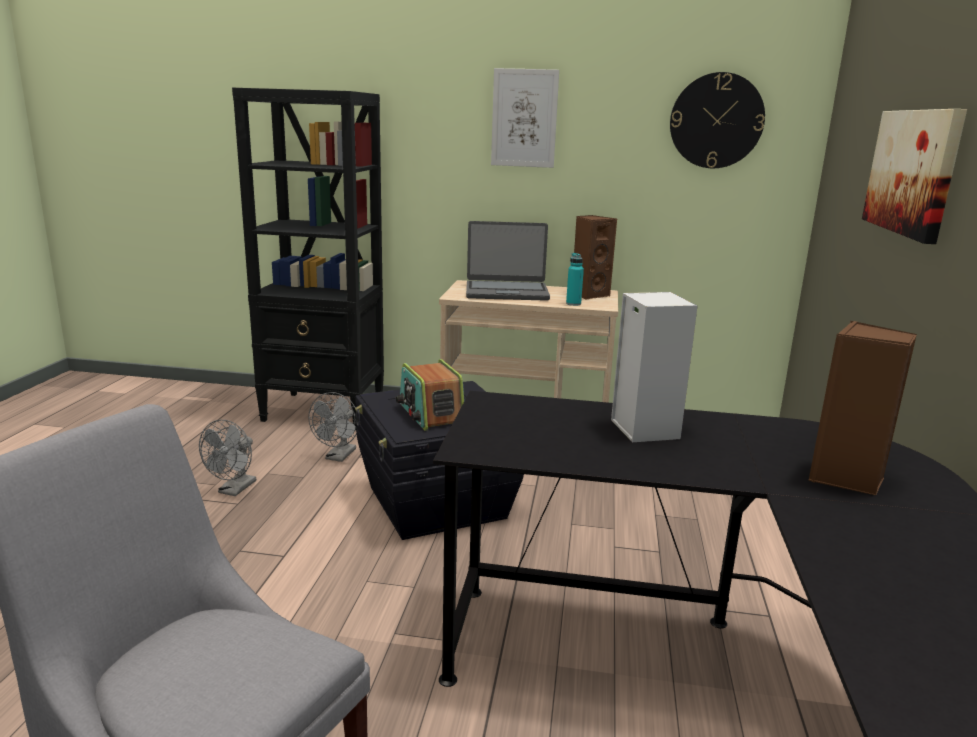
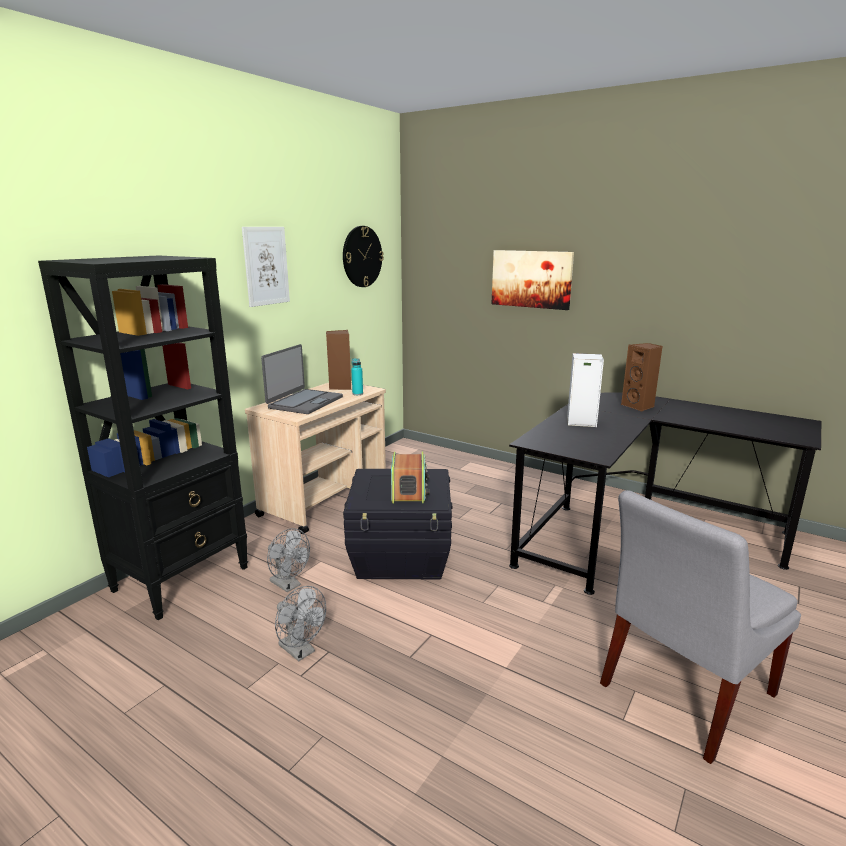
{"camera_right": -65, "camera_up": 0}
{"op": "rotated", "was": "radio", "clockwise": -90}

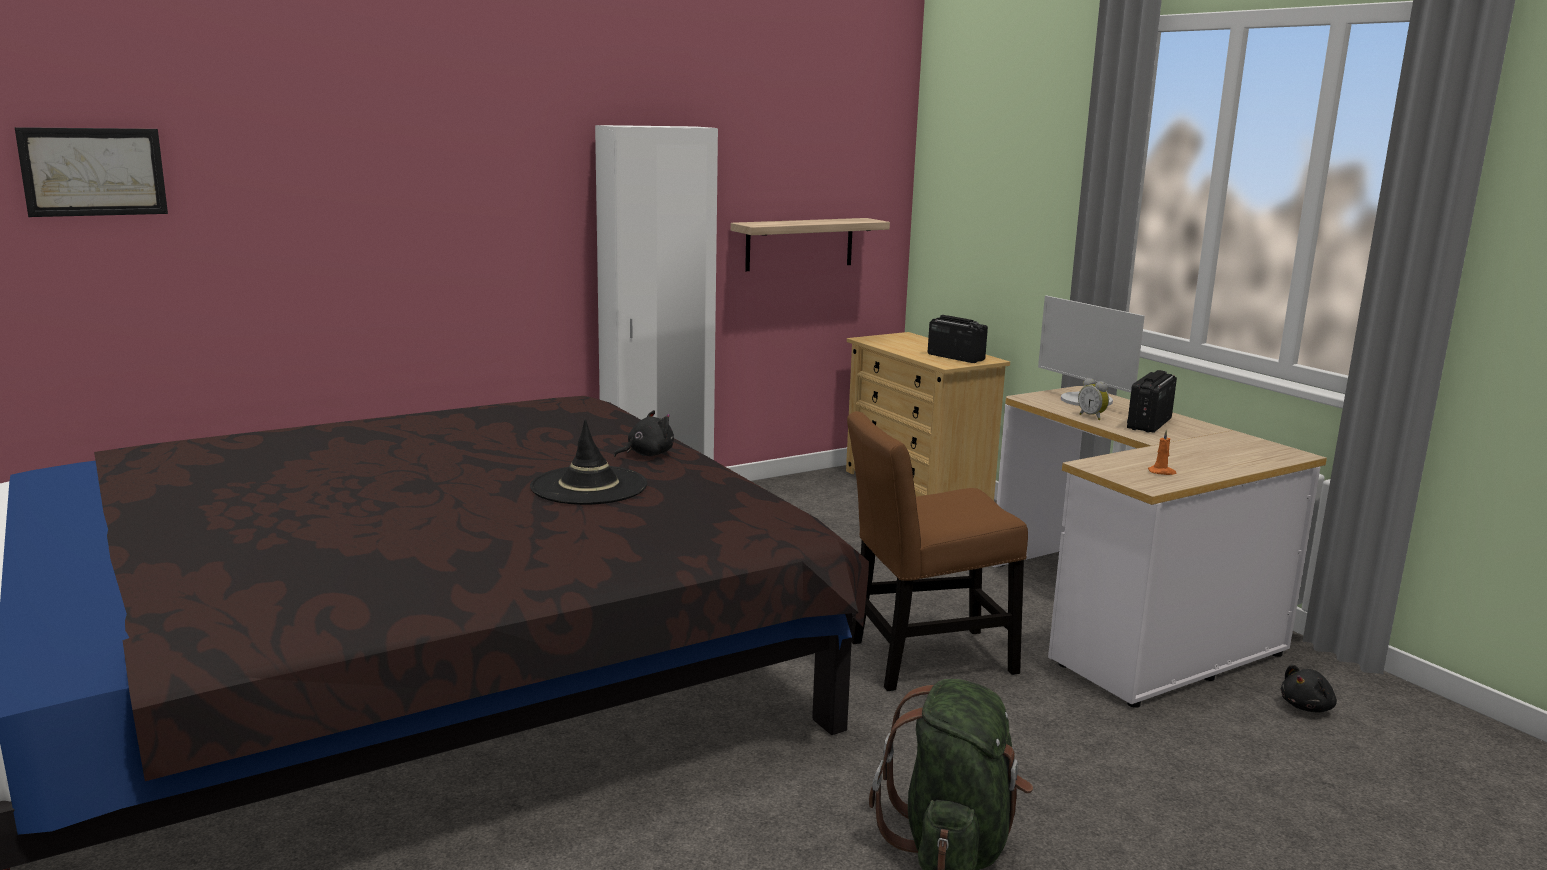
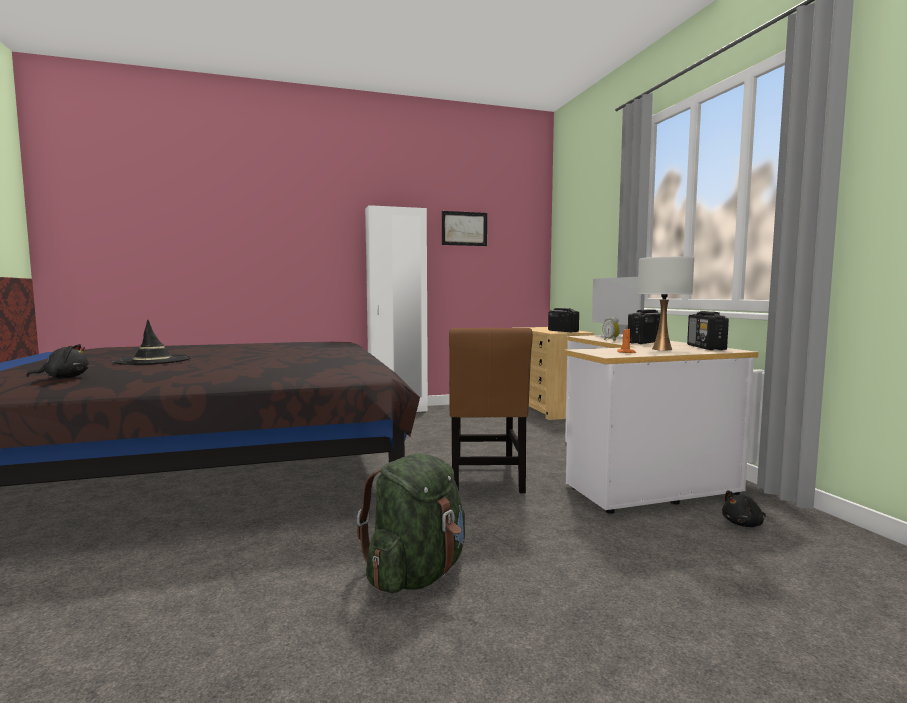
{"camera_right": 15, "camera_up": -10}
{"op": "gone", "was": "półka"}
{"op": "new", "now": "lampa stołowa [biały]"}
{"op": "new", "now": "radio (no. 3 from left)"}
{"op": "shifted", "was": "obraz"}
{"op": "shifted", "was": "kapelusz [czarny]"}
{"op": "shifted", "was": "pluszak [czarny] (no. 1 from left)"}
{"op": "rotated", "was": "krzesło [brązowy]", "clockwise": -90}

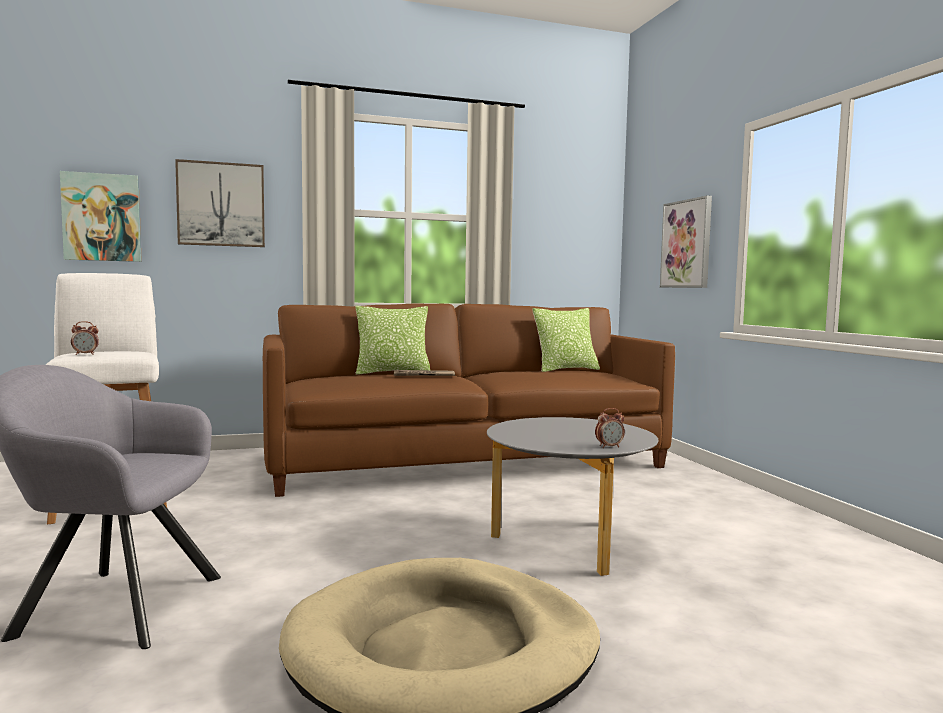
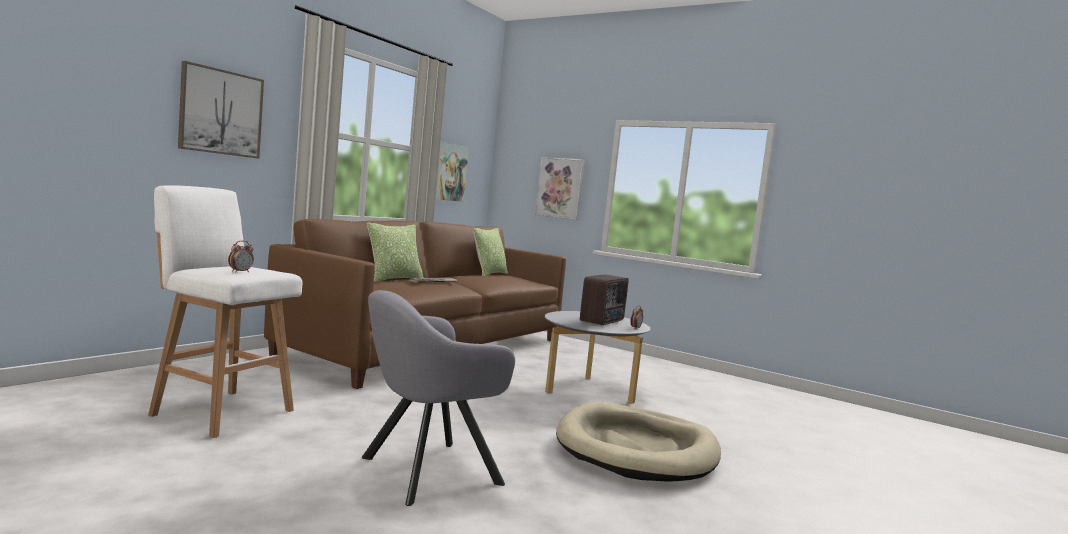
{"camera_right": -40, "camera_up": 0}
{"op": "new", "now": "radio"}
{"op": "shifted", "was": "obraz (no. 1 from left in the first image)", "now": "obraz (no. 2 from left)"}

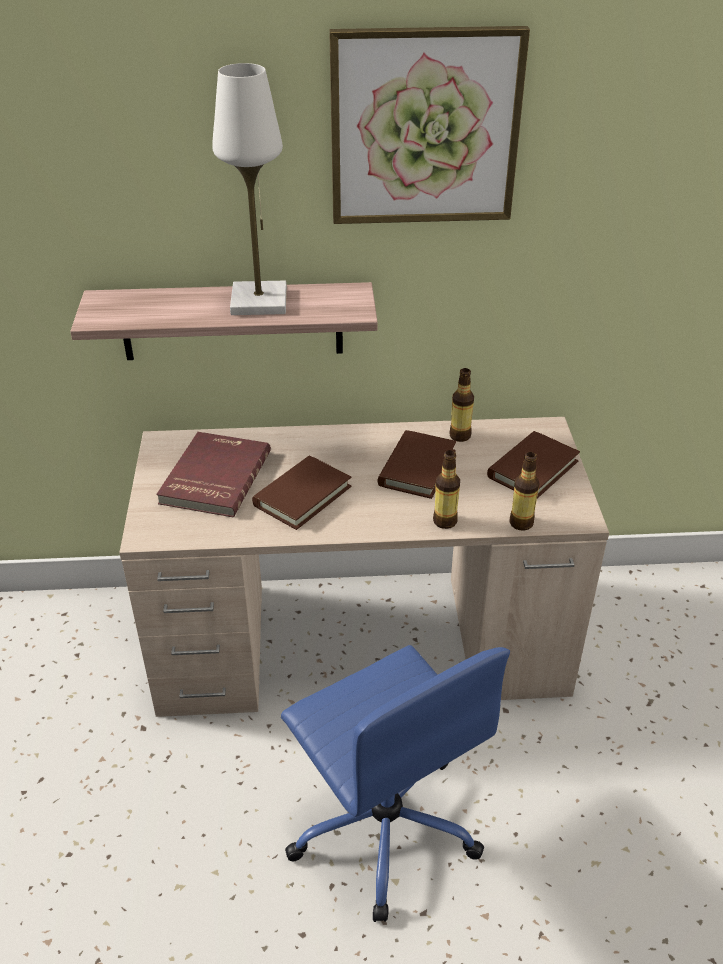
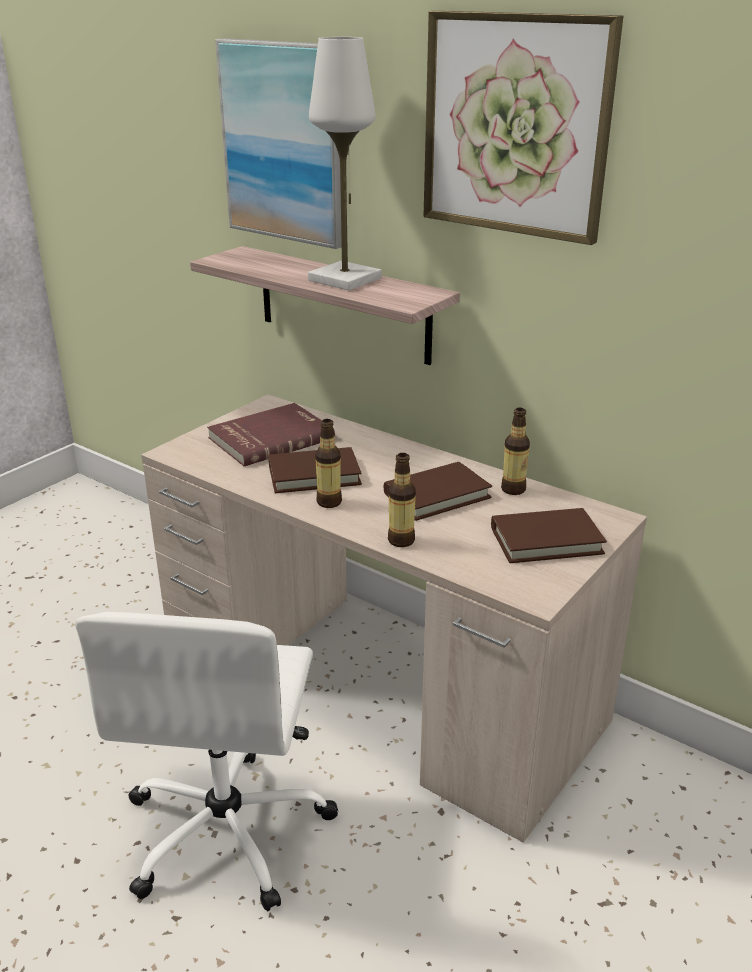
{"camera_right": 40, "camera_up": -10}
{"op": "new", "now": "obraz (no. 1 from left)"}
{"op": "shifted", "was": "butelka (no. 3 from left in the first image)", "now": "butelka (no. 1 from left)"}
{"op": "repainted", "was": "krzesło biurowe [niebieski]", "now": "krzesło biurowe [biały]"}

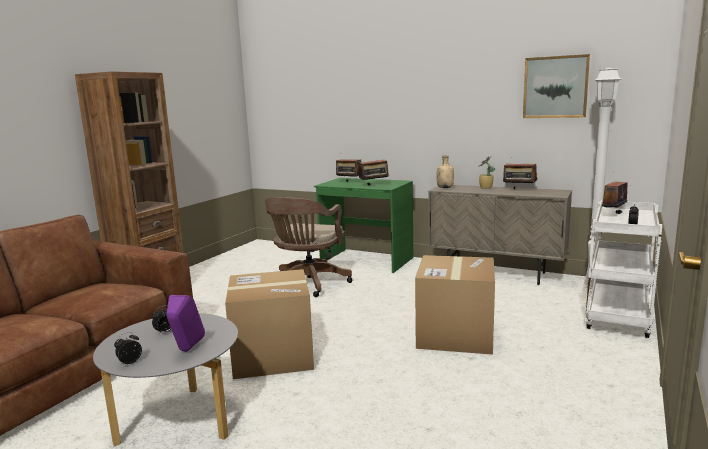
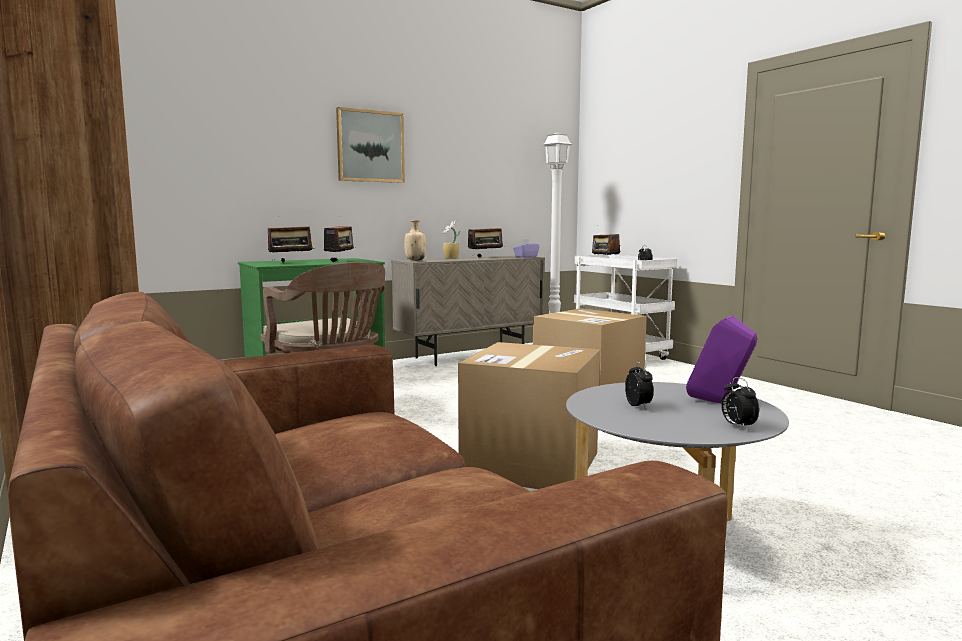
{"camera_right": -60, "camera_up": -5}
{"op": "new", "now": "pudełko chusteczek [fioletowy]"}
{"op": "shifted", "was": "obraz"}

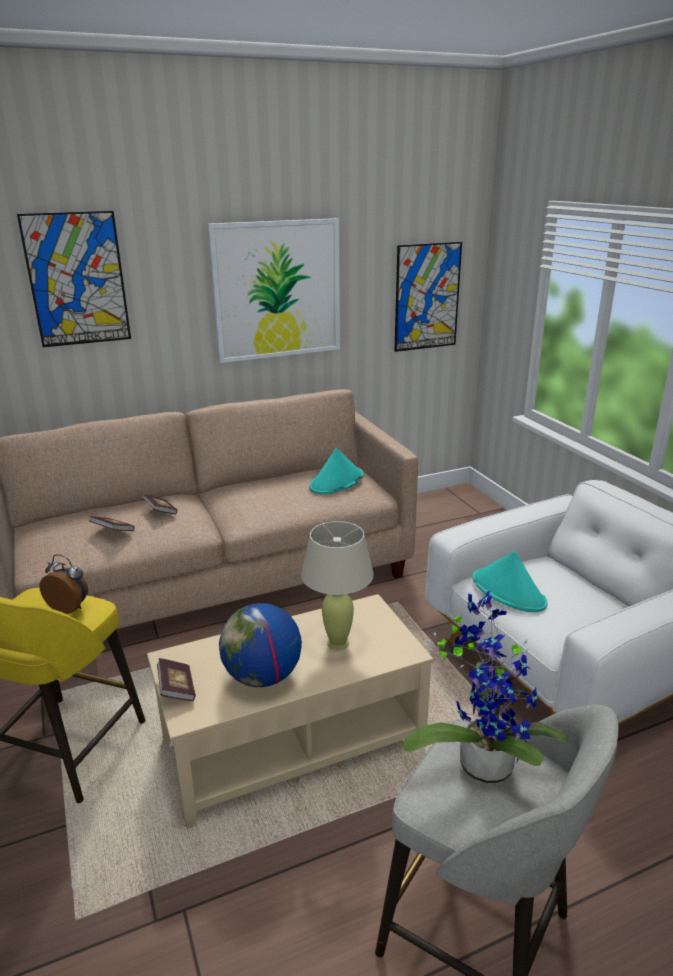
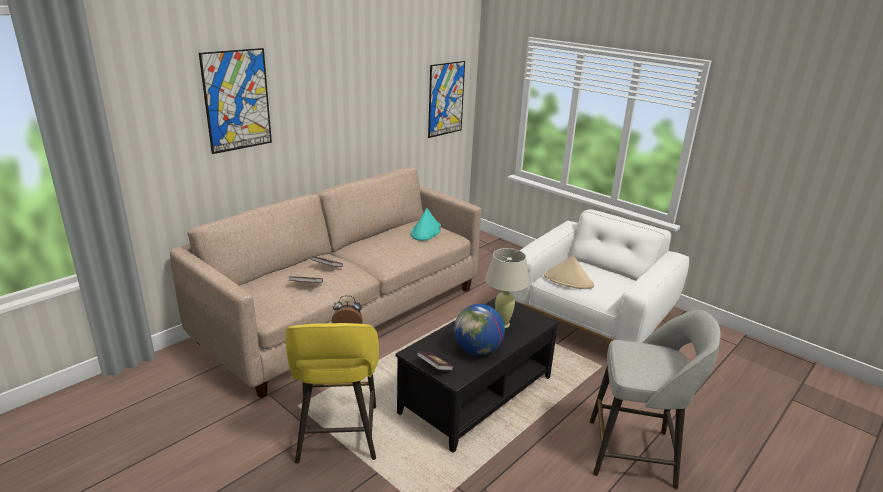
{"camera_right": -25, "camera_up": 0}
{"op": "gone", "was": "obraz (no. 2 from left)"}
{"op": "gone", "was": "roślina doniczkowa"}
{"op": "repainted", "was": "ława [beżowy]", "now": "ława [czarny]"}
{"op": "repainted", "was": "kapelusz [turkusowy] (no. 2 from left)", "now": "kapelusz [beżowy]"}

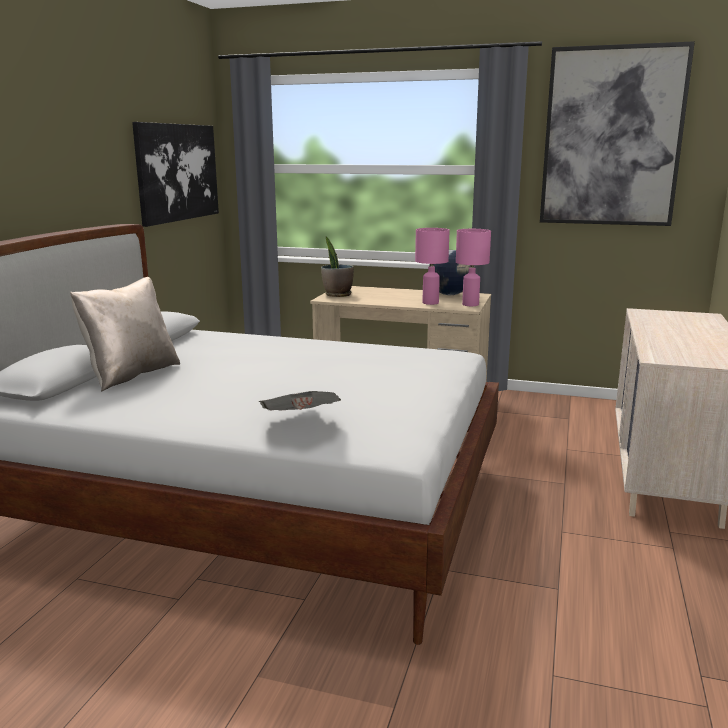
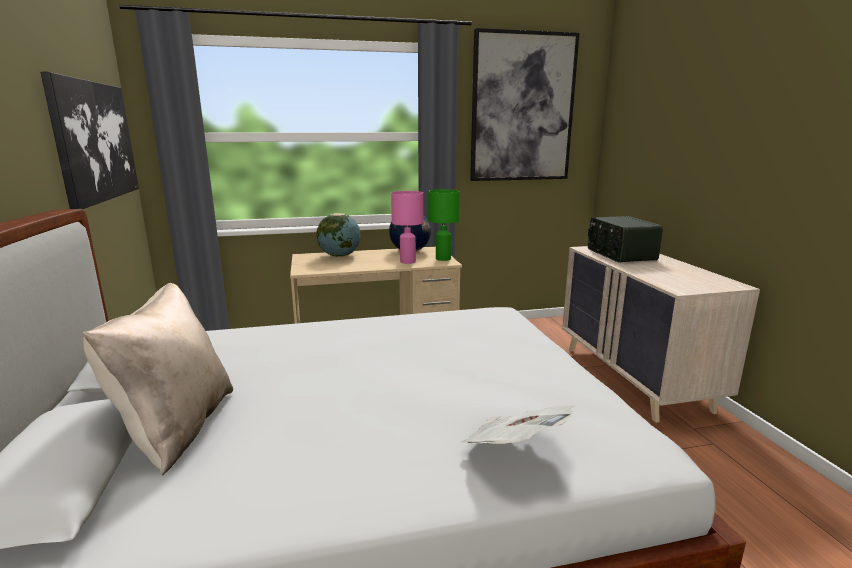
{"camera_right": -30, "camera_up": 0}
{"op": "gone", "was": "roślina doniczkowa"}
{"op": "new", "now": "globus (no. 1 from left)"}
{"op": "new", "now": "radio"}
{"op": "repainted", "was": "lampa stołowa [różowy] (no. 2 from left)", "now": "lampa stołowa [zielony]"}

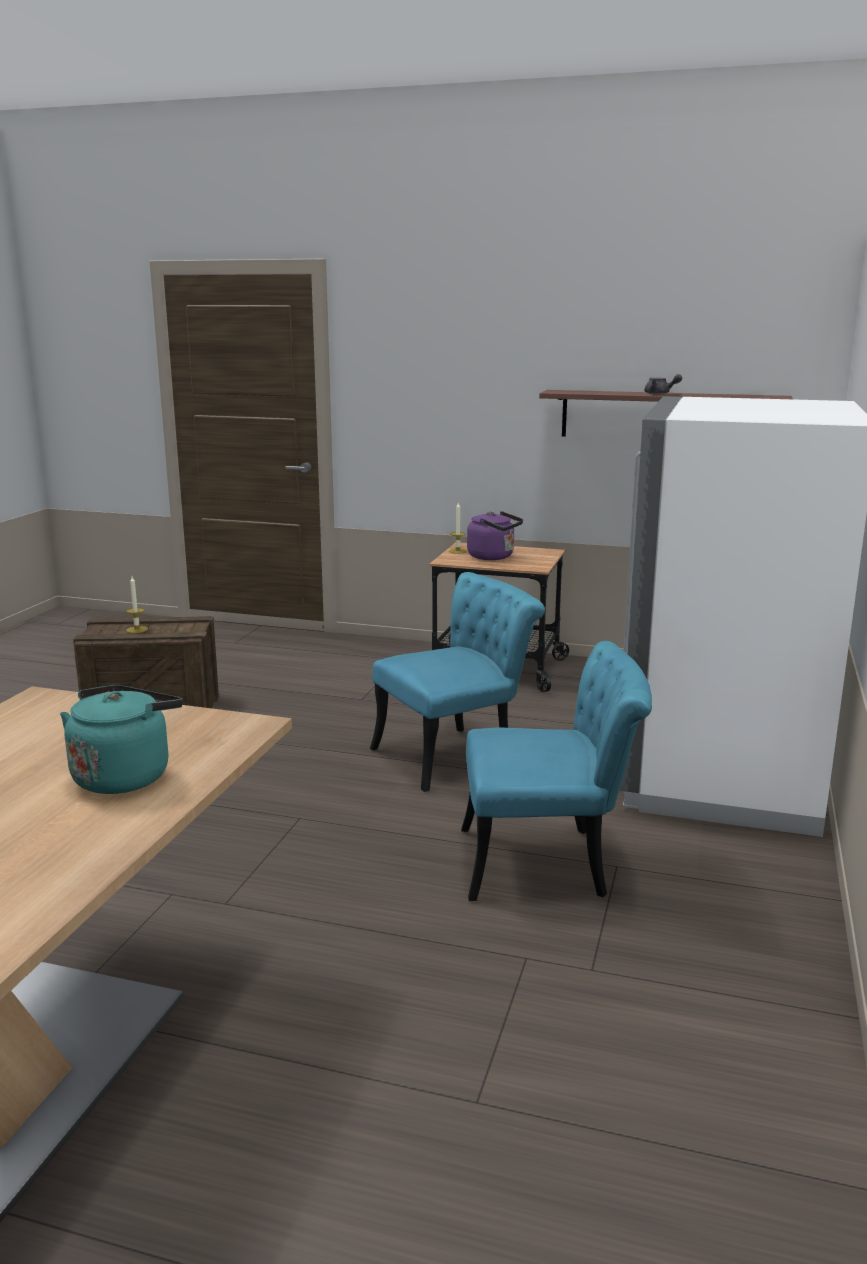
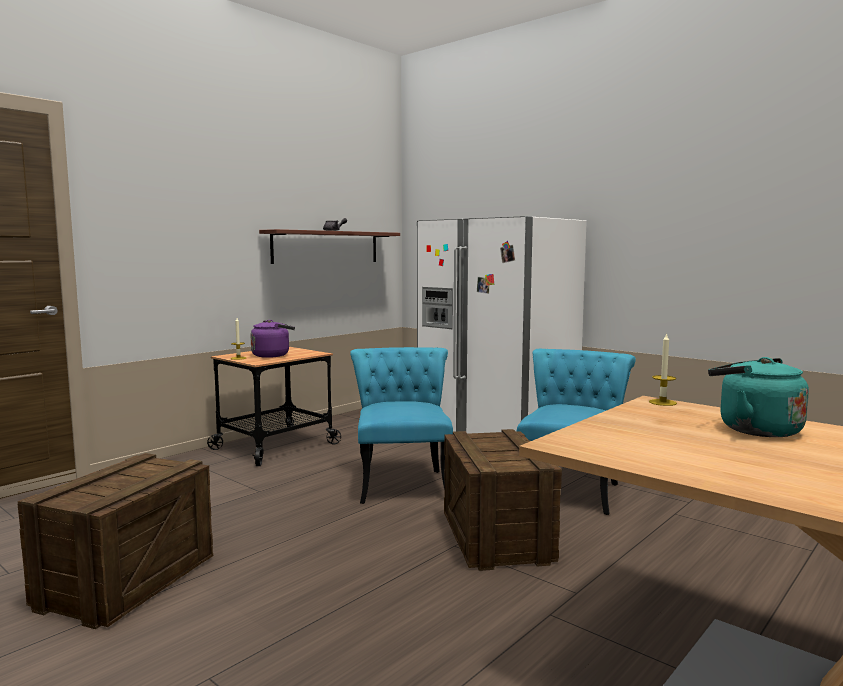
{"camera_right": -65, "camera_up": -10}
{"op": "new", "now": "skrzynka (no. 2 from left)"}
{"op": "shifted", "was": "świeca (no. 1 from left in the first image)", "now": "świeca (no. 2 from left)"}

